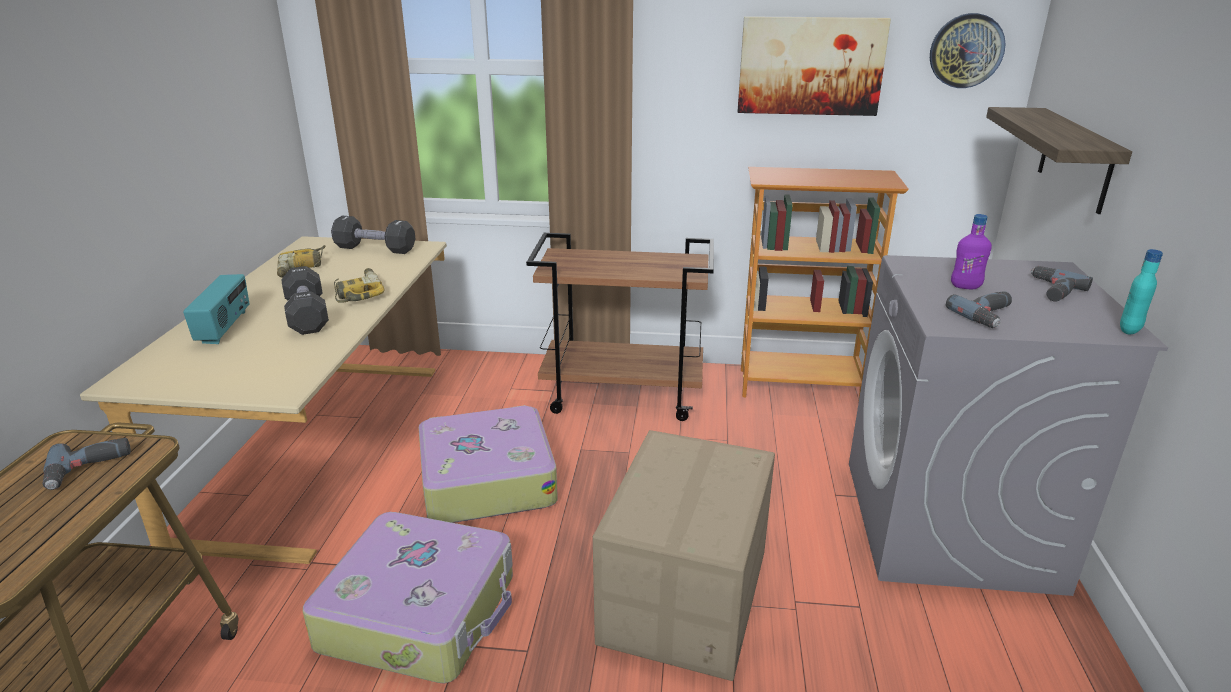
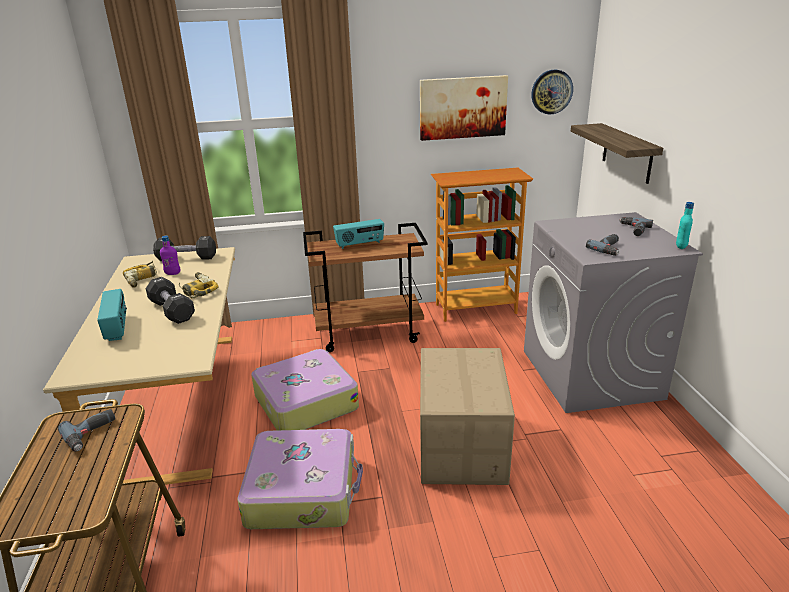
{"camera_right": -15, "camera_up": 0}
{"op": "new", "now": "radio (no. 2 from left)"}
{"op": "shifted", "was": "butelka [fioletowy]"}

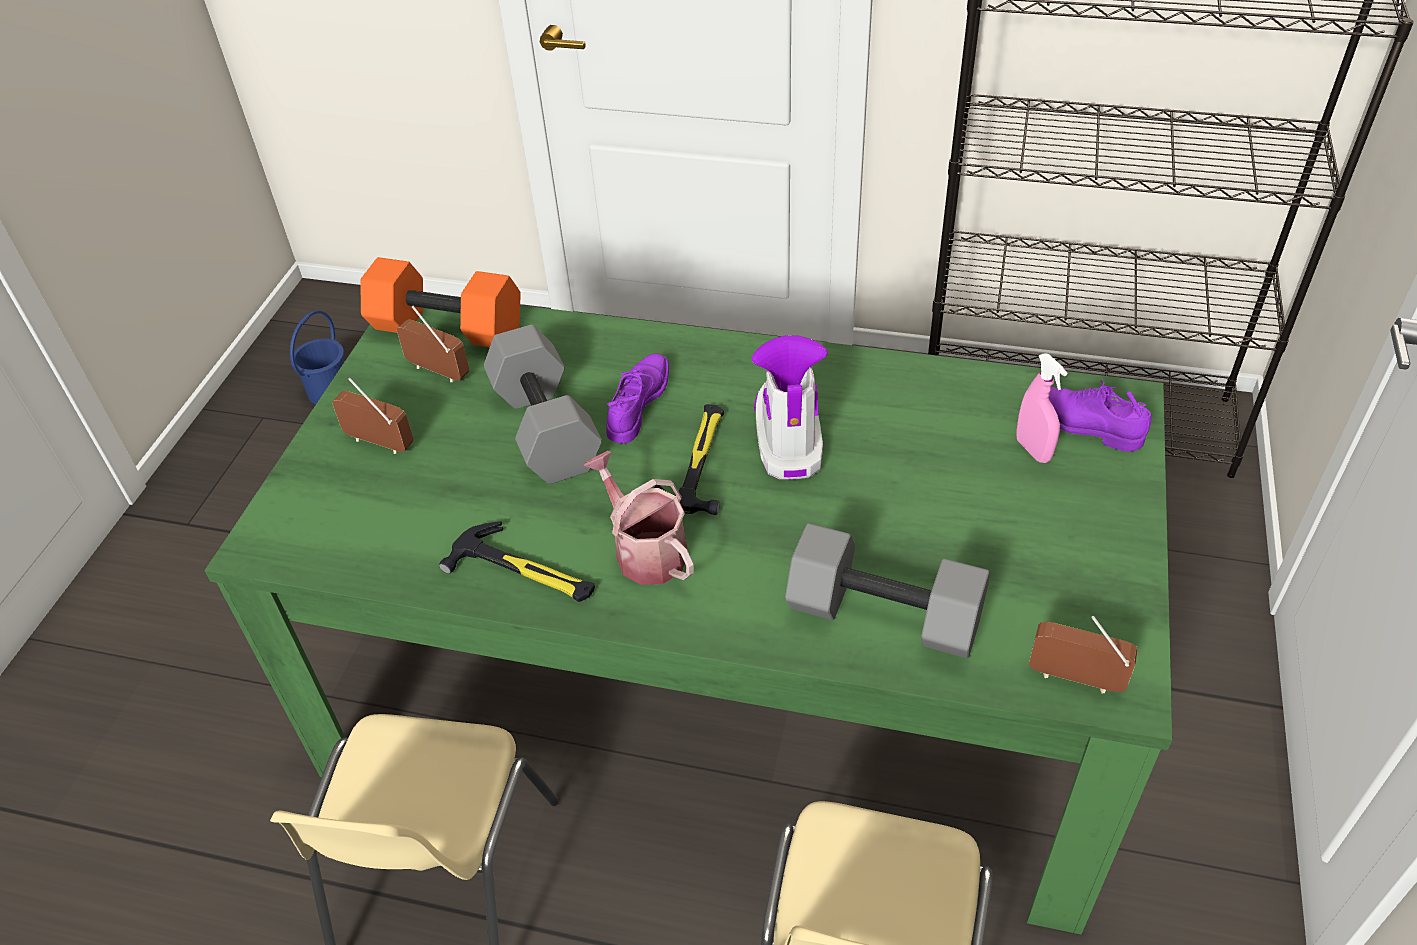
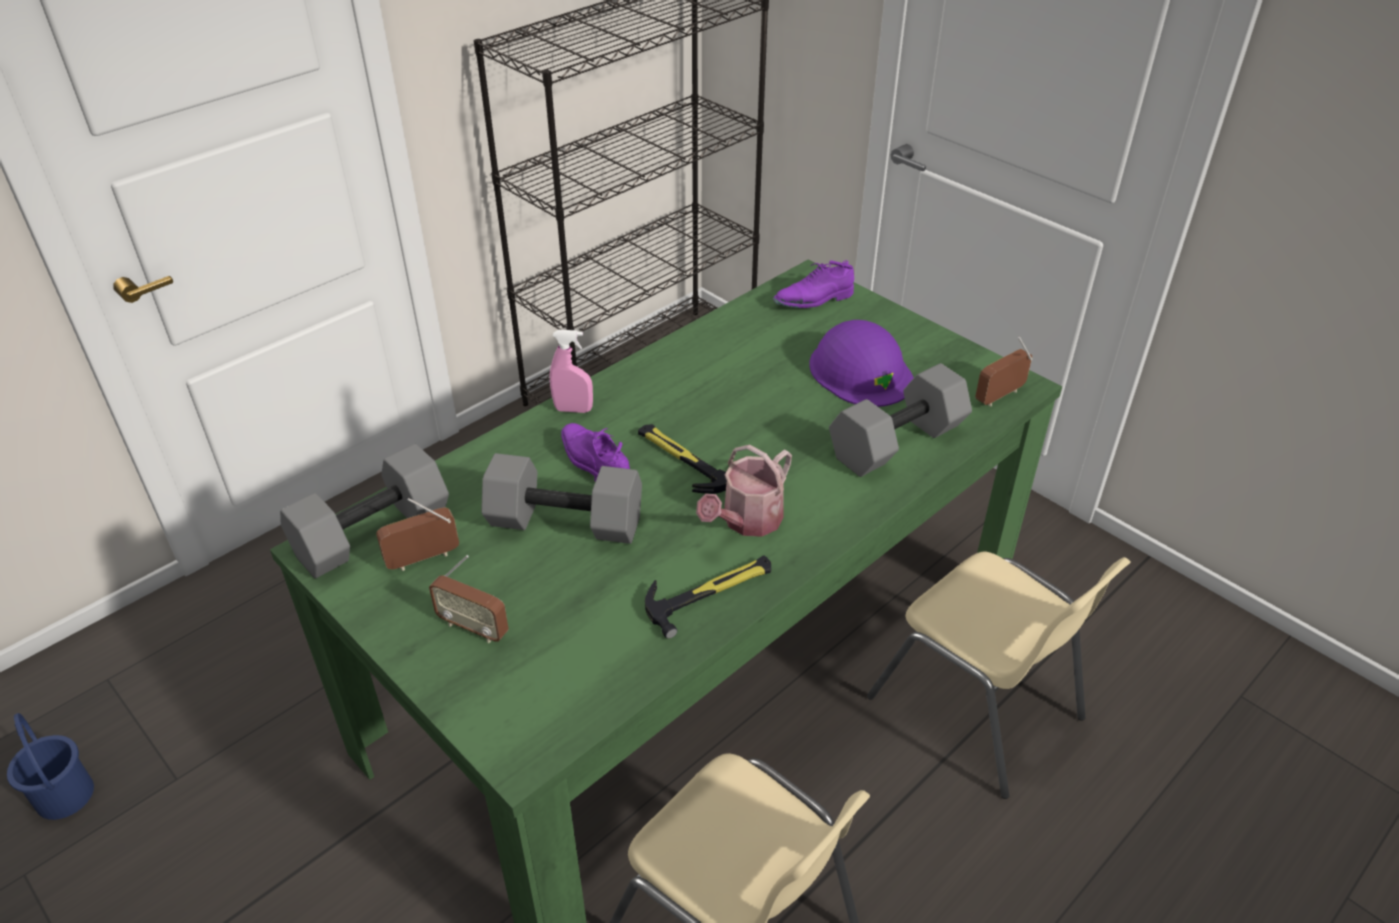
{"camera_right": -60, "camera_up": -5}
{"op": "gone", "was": "but z cholewką"}
{"op": "new", "now": "kask [fioletowy]"}
{"op": "shifted", "was": "spryskiwacz [różowy]"}
{"op": "repainted", "was": "hantel [pomarańczowy]", "now": "hantel [szary] (no. 1 from left)"}
{"op": "rotated", "was": "radio (no. 1 from left in the first image)", "clockwise": -120}
{"op": "rotated", "was": "konewka", "clockwise": -45}

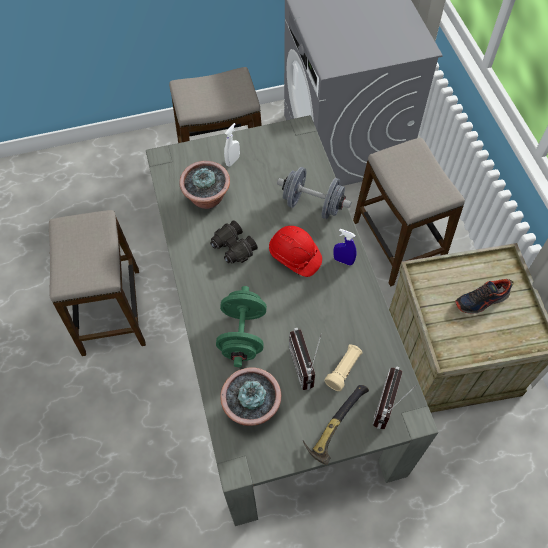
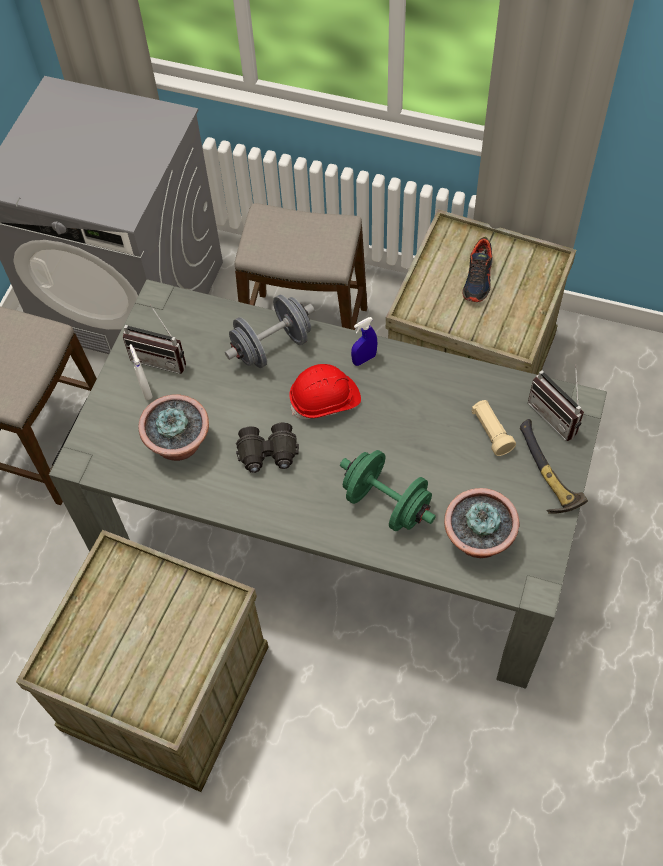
{"camera_right": -55, "camera_up": 0}
{"op": "shifted", "was": "radio (no. 1 from left)"}
{"op": "swapped", "was": "stołek (no. 1 from left)", "now": "skrzynka (no. 1 from left)"}

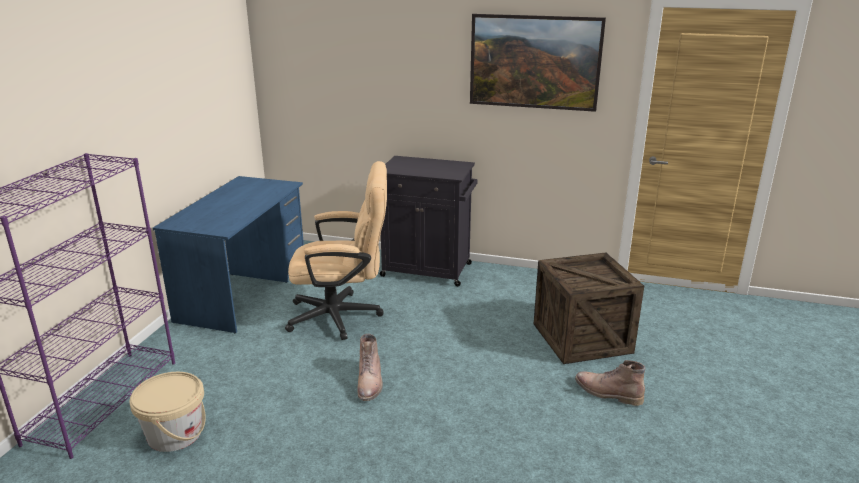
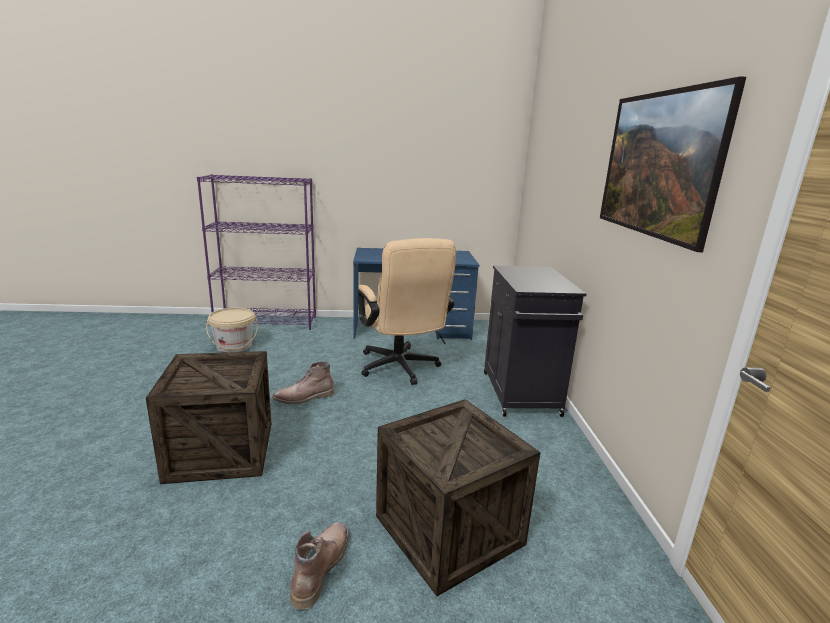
{"camera_right": 70, "camera_up": -5}
{"op": "new", "now": "skrzynka (no. 1 from left)"}

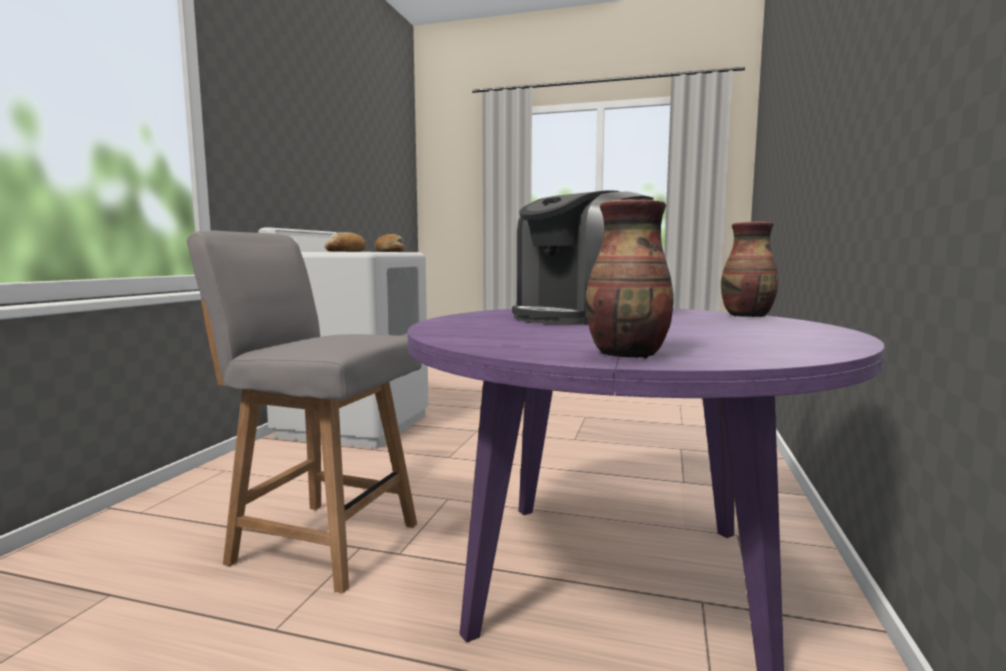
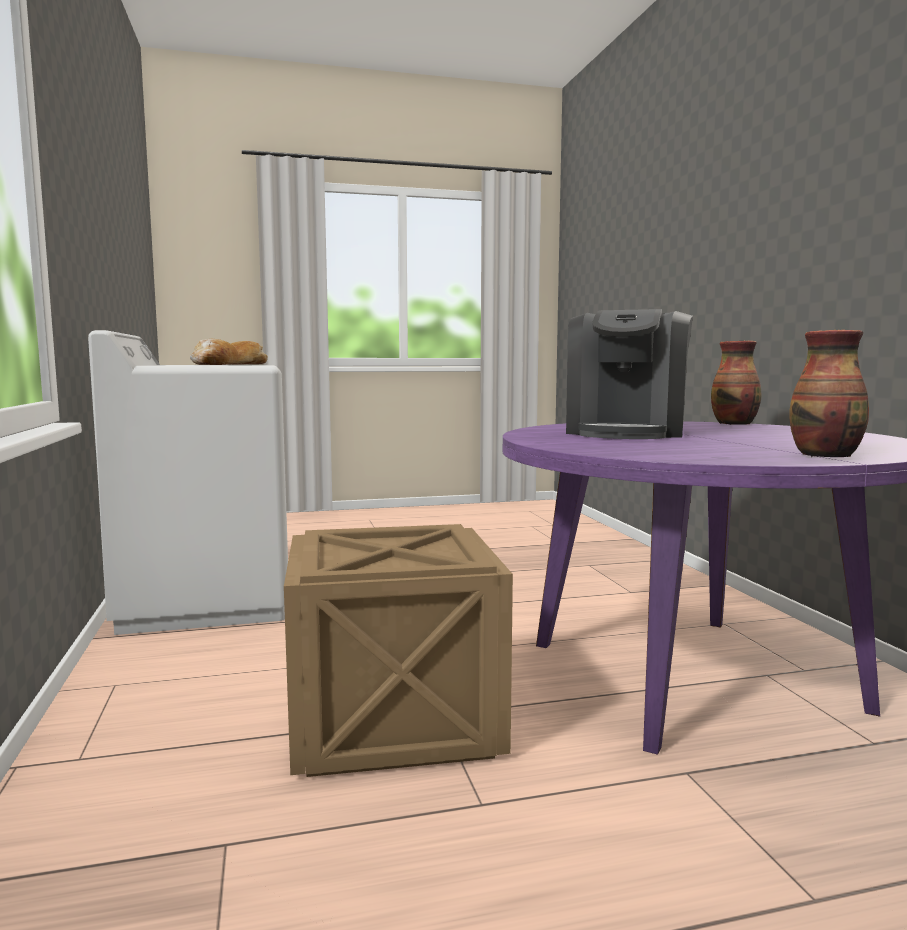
{"camera_right": -30, "camera_up": 0}
{"op": "swapped", "was": "krzesło [szary]", "now": "skrzynka"}

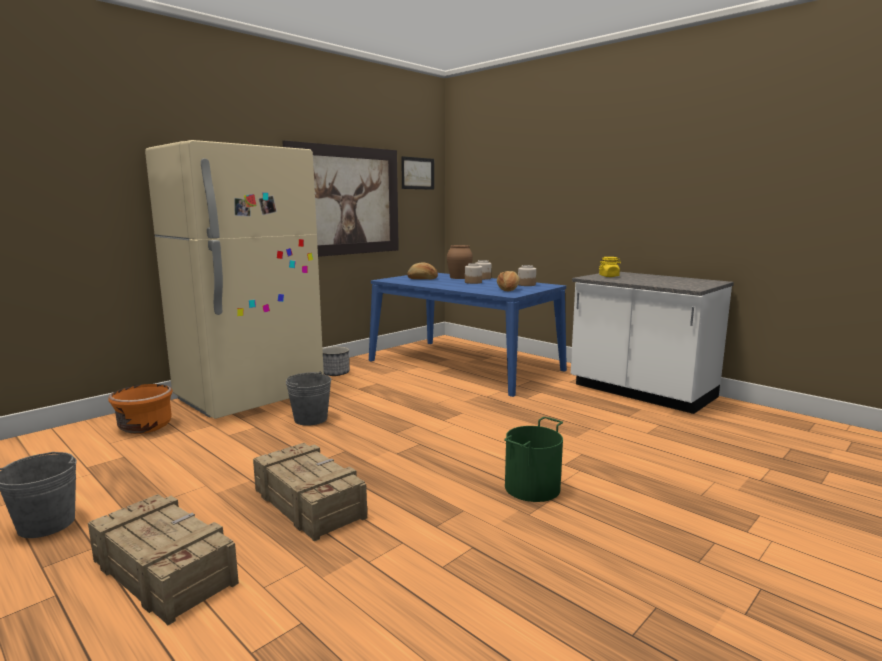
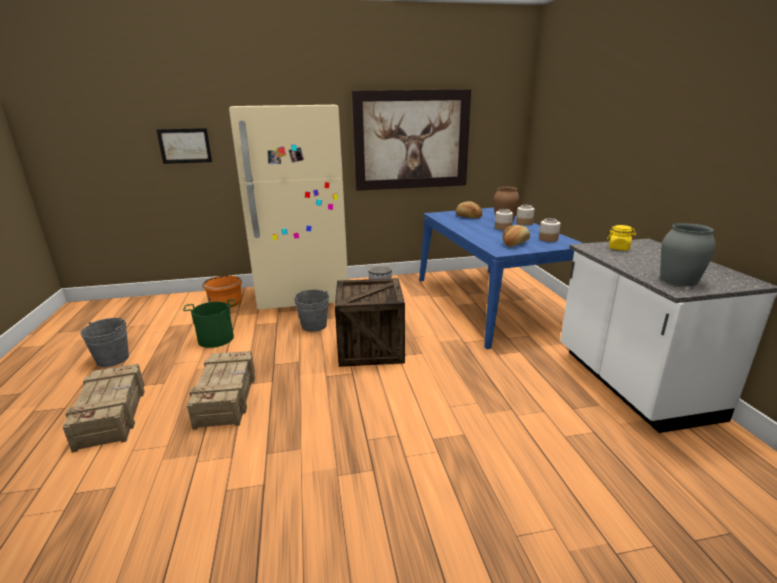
{"camera_right": 35, "camera_up": 10}
{"op": "new", "now": "skrzynka (no. 3 from left)"}
{"op": "new", "now": "wazon [szary]"}
{"op": "shifted", "was": "obraz (no. 2 from left in the first image)", "now": "obraz (no. 1 from left)"}
{"op": "shifted", "was": "wiadro [zielony]"}

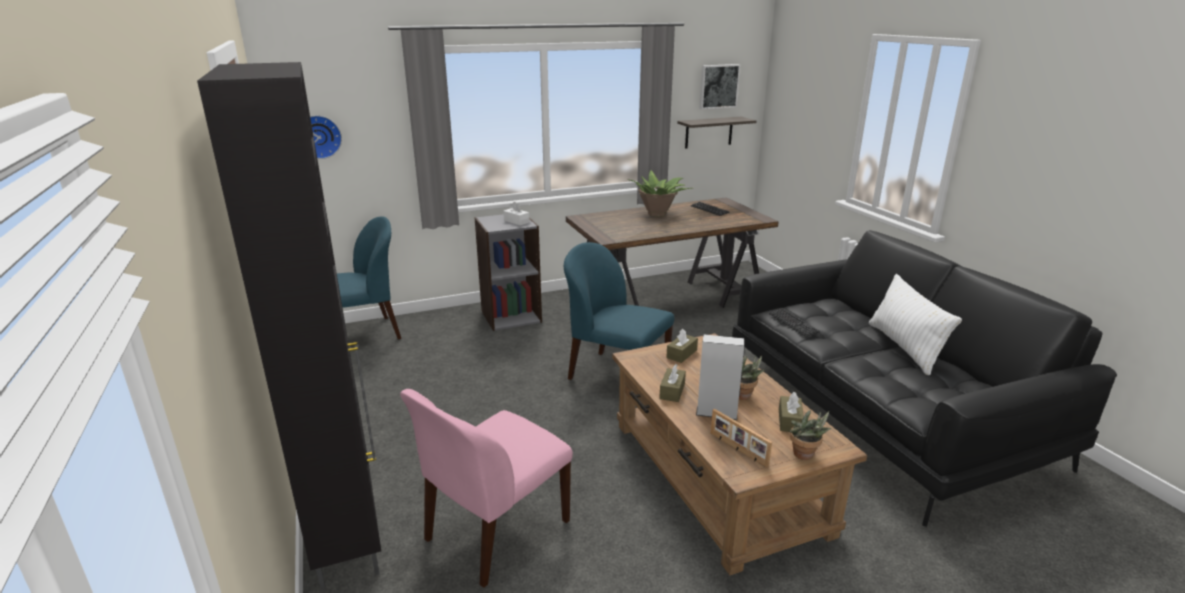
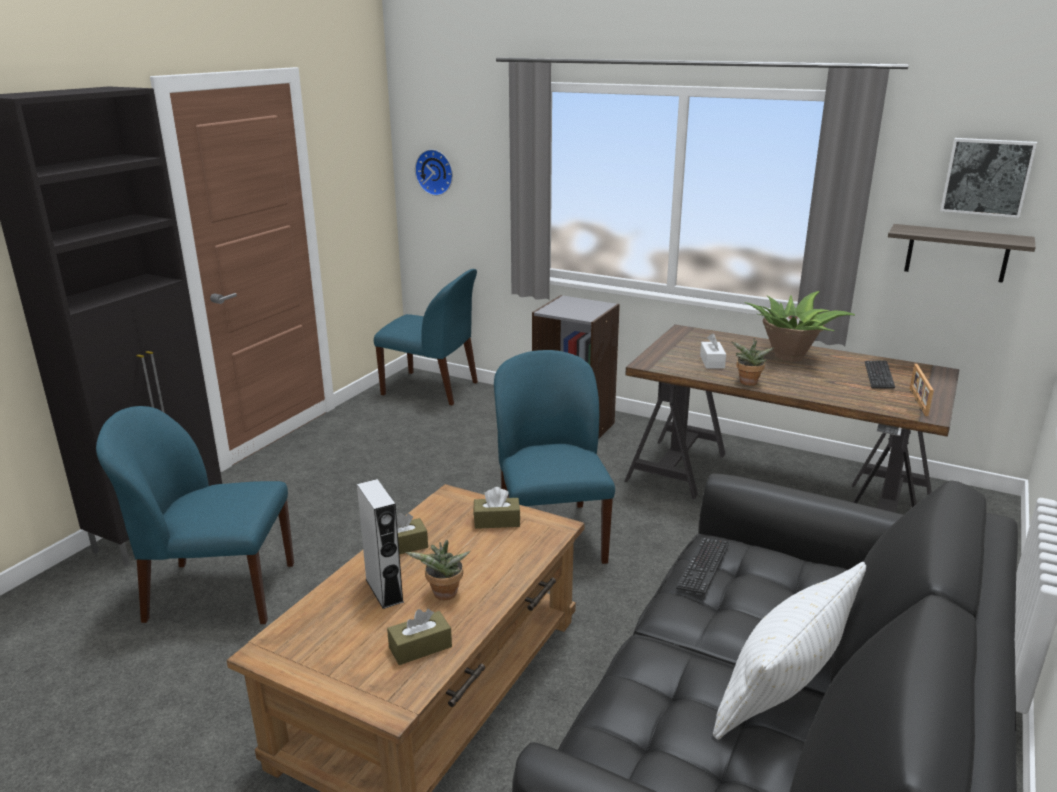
{"camera_right": 50, "camera_up": 0}
{"op": "shifted", "was": "pudełko chusteczek [biały]"}
{"op": "shifted", "was": "ramka na zdjęcie"}
{"op": "shifted", "was": "roślina doniczkowa (no. 3 from left in the first image)", "now": "roślina doniczkowa (no. 2 from left)"}
{"op": "repainted", "was": "krzesło [różowy]", "now": "krzesło [niebieski] (no. 1 from left)"}

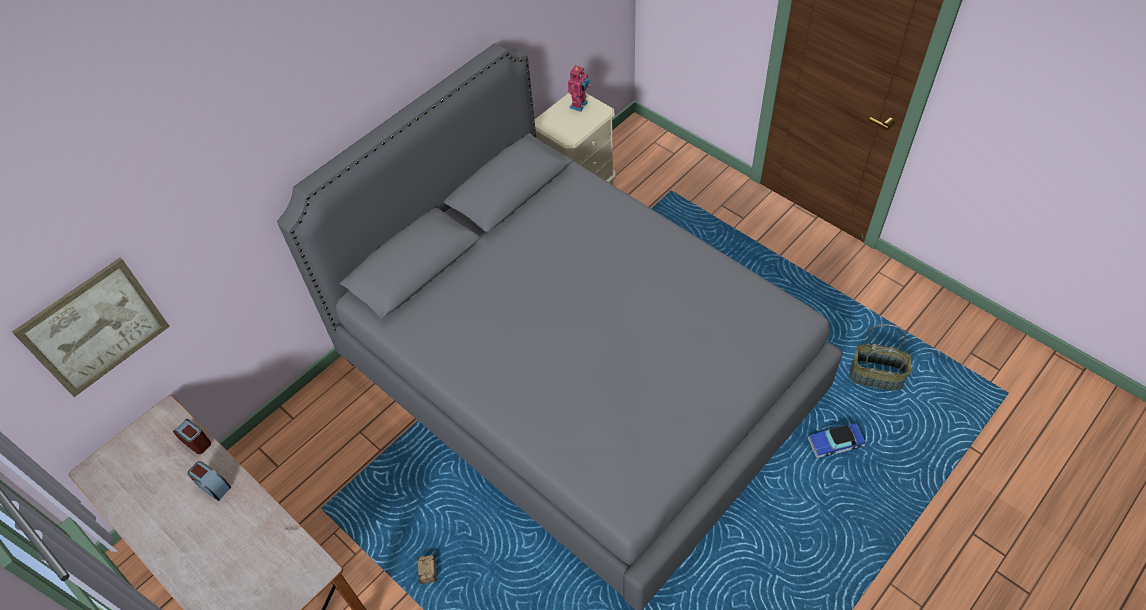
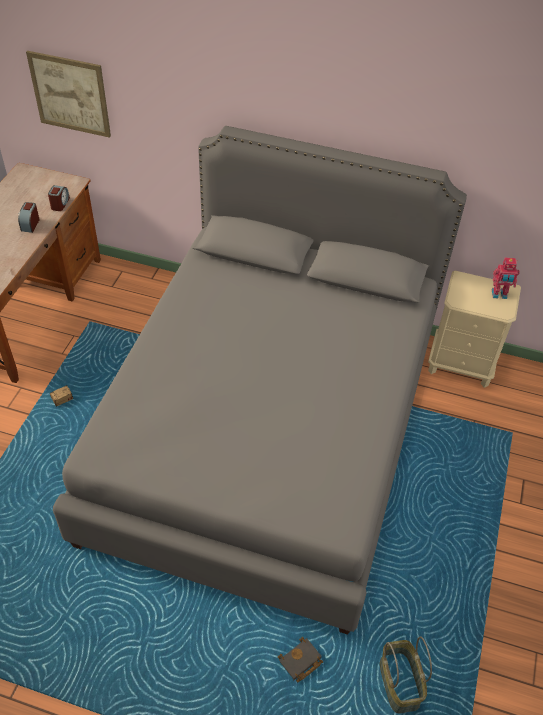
{"camera_right": 60, "camera_up": -5}
{"op": "swapped", "was": "samochodzik", "now": "książka [czarny]"}

